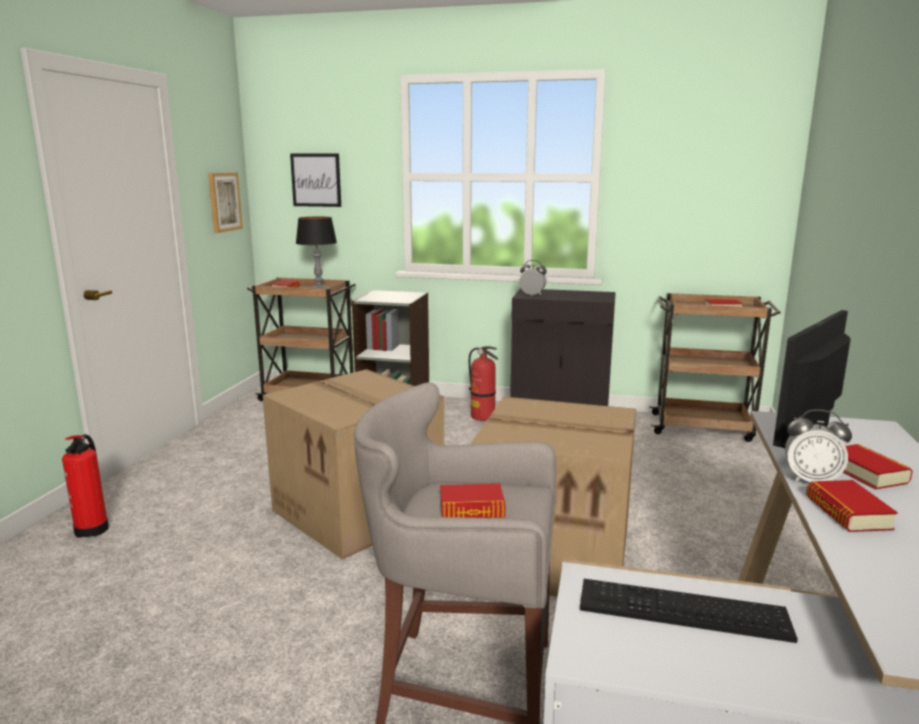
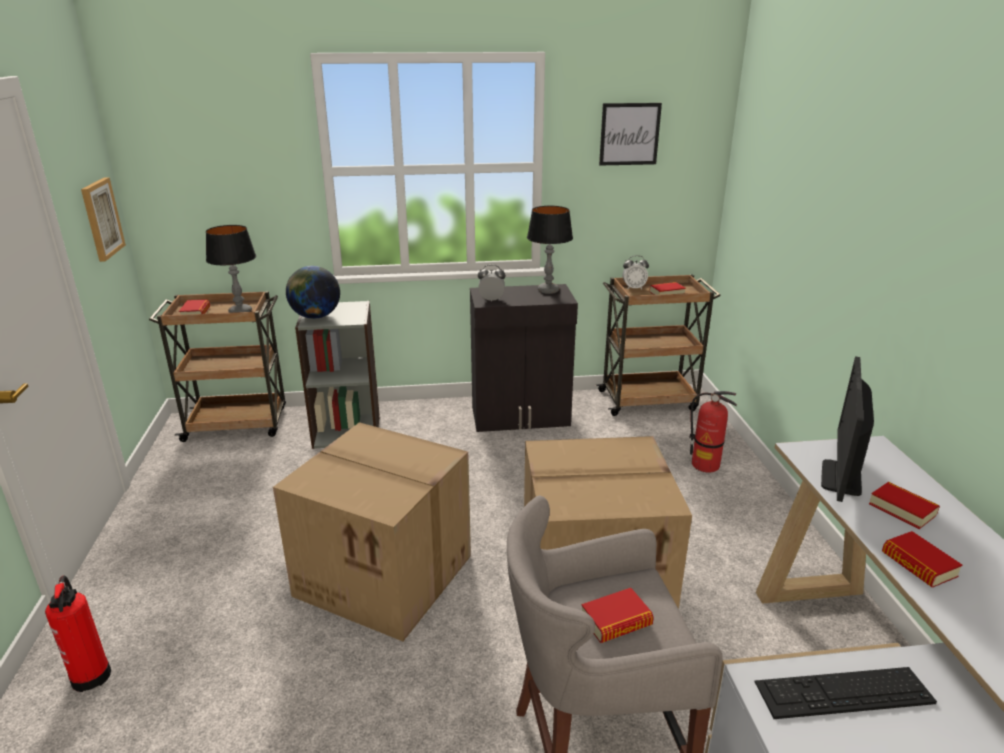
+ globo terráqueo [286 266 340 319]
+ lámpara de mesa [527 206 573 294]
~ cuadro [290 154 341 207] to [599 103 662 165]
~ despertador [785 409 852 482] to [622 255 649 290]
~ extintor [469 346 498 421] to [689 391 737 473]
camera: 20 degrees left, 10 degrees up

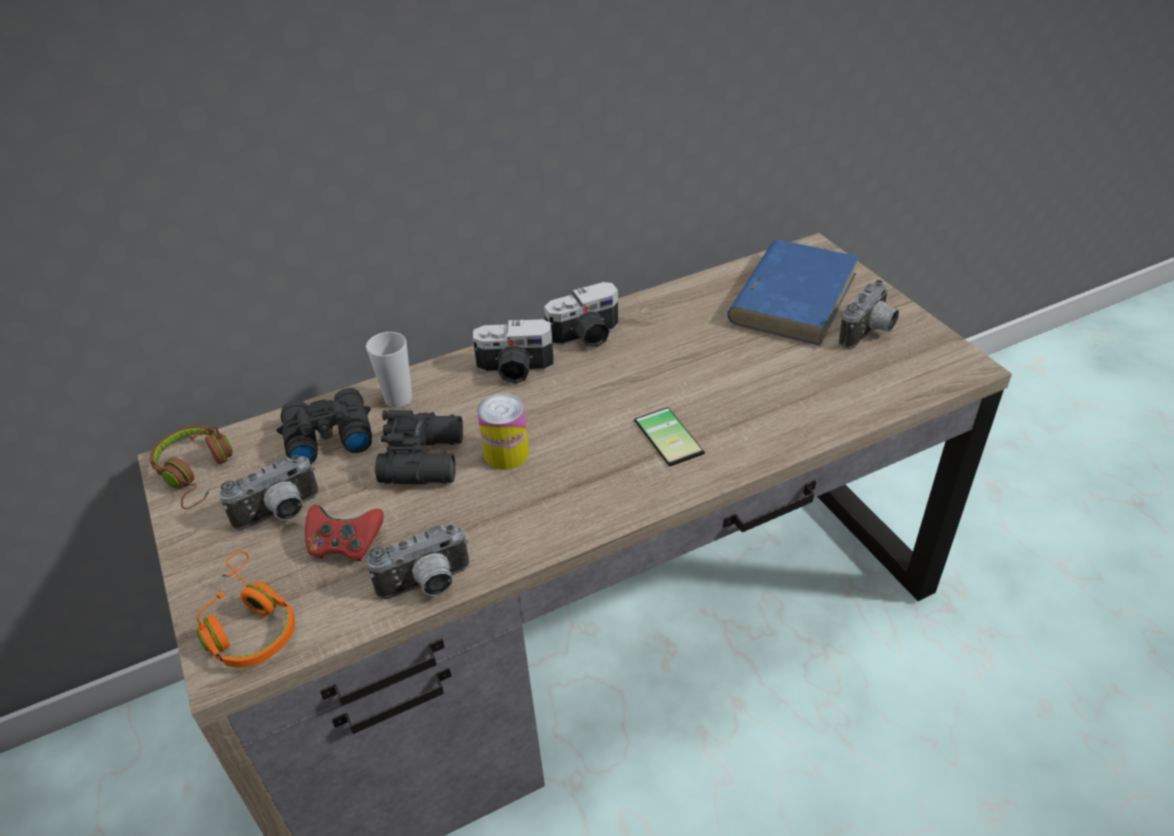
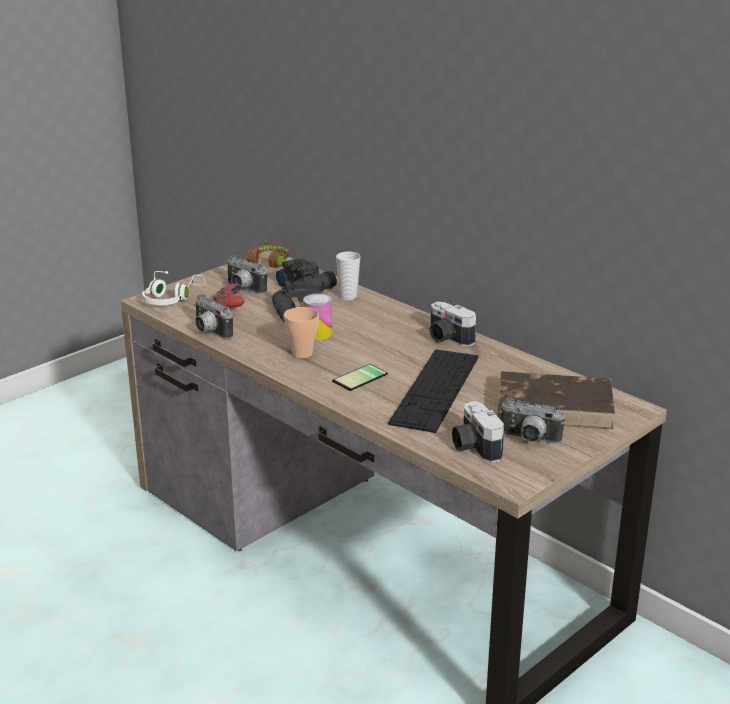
~ auriculares [naranja] [196 551 295 668] to auriculares [blanco] [142 271 206 305]
+ taza [284 307 319 358]
+ teclado [388 349 478 433]
~ cámara [473 319 554 384] to [452 401 504 463]
~ libro [azul] [727 240 859 346] to libro [marrón] [498 371 615 429]
camera: 70 degrees right, 15 degrees down

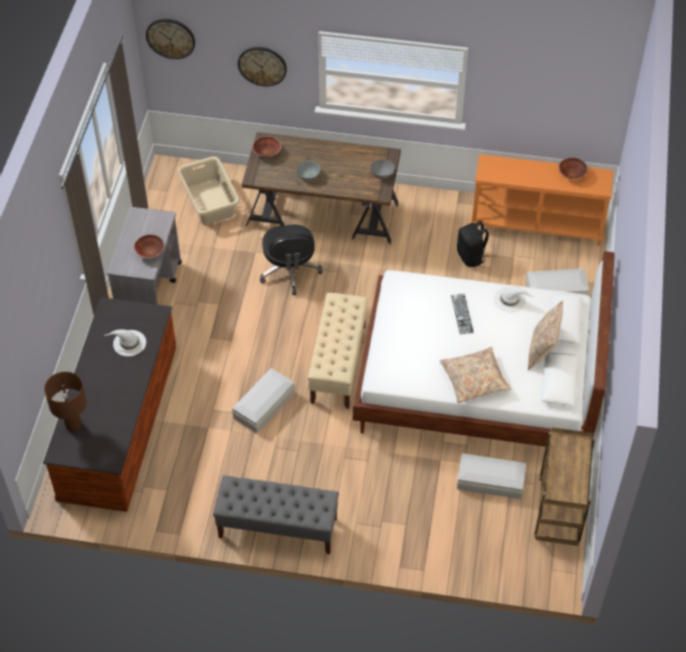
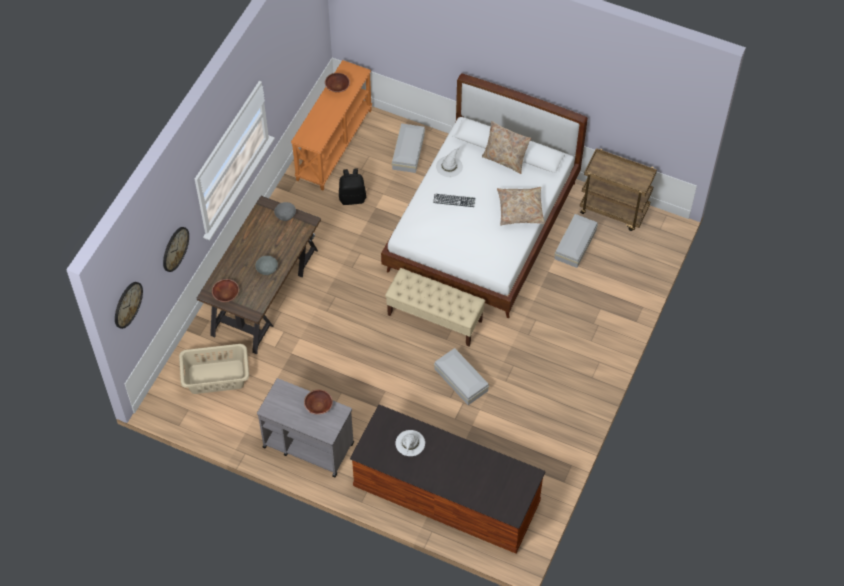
- lámpara de mesa [marrón] [44 372 86 432]
- banco [gris] [213 475 339 554]
- silla de oficina [negro] [260 224 323 295]
camera: 75 degrees left, 5 degrees up

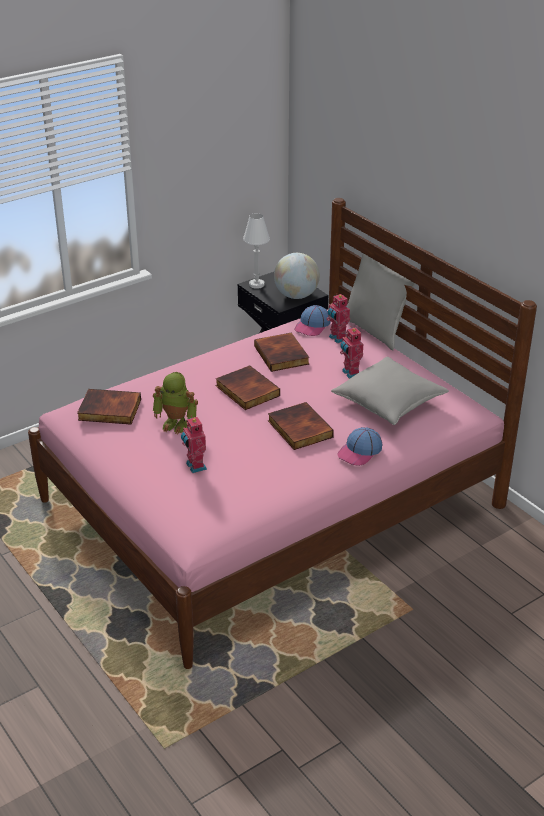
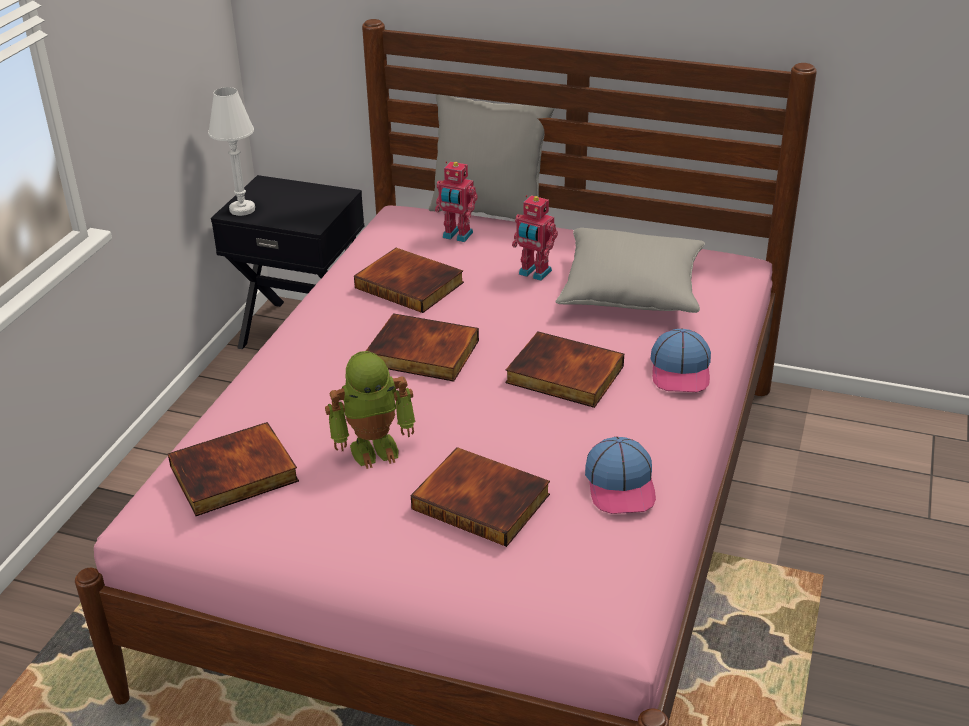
~ robot de juguete [181 416 207 473] to libro [411 447 550 547]
~ gorra [294 305 331 336] to [585 437 656 514]
- globo terráqueo [274 253 320 299]
camera: 35 degrees left, 0 degrees up

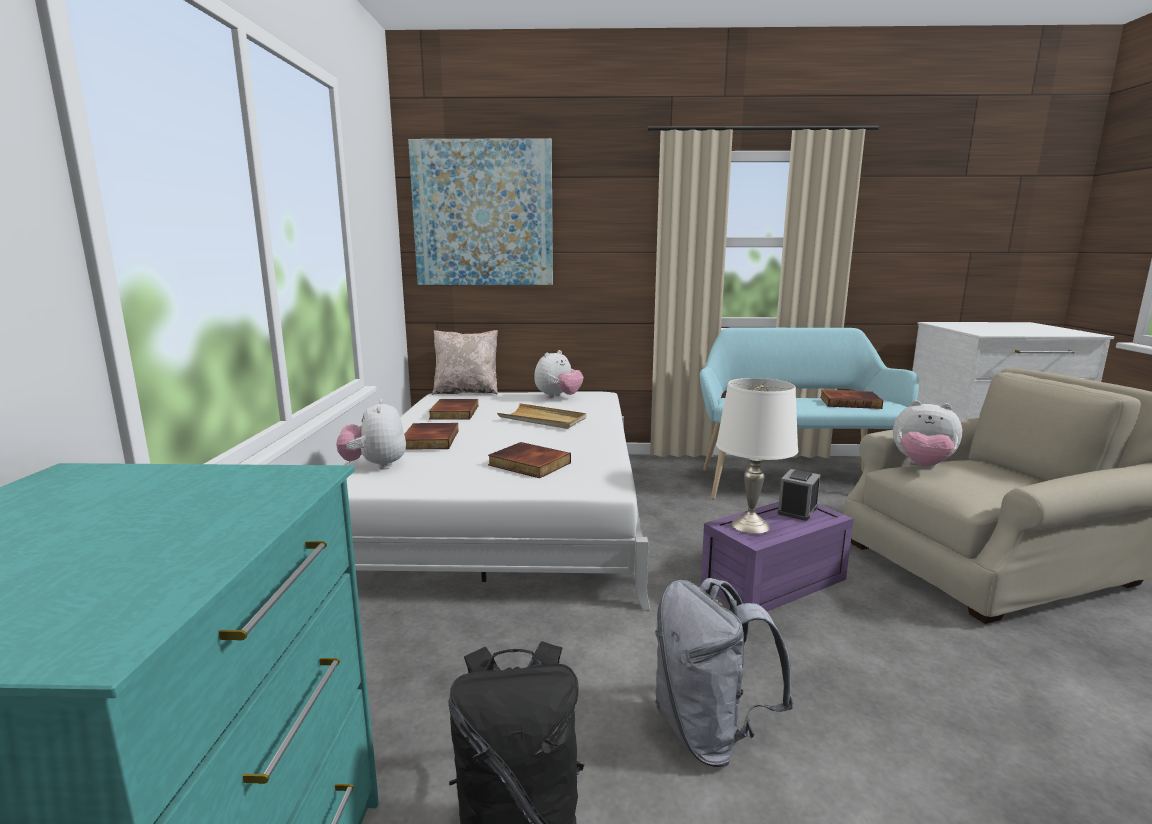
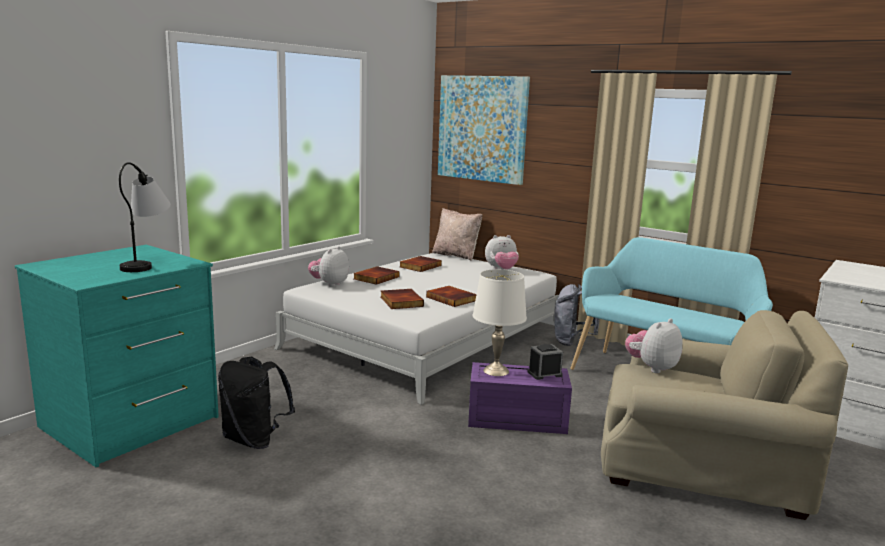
+ lámpara de mesa [119 162 171 272]
~ libro [820 390 883 409] to [426 286 476 307]
~ mochila [gris] [655 578 794 767] to [554 284 599 346]
~ peluche [893 400 962 466] = [625 319 683 373] 75 degrees clockwise
- bandeja [beis] [497 403 586 429]
camera: 35 degrees right, 0 degrees up

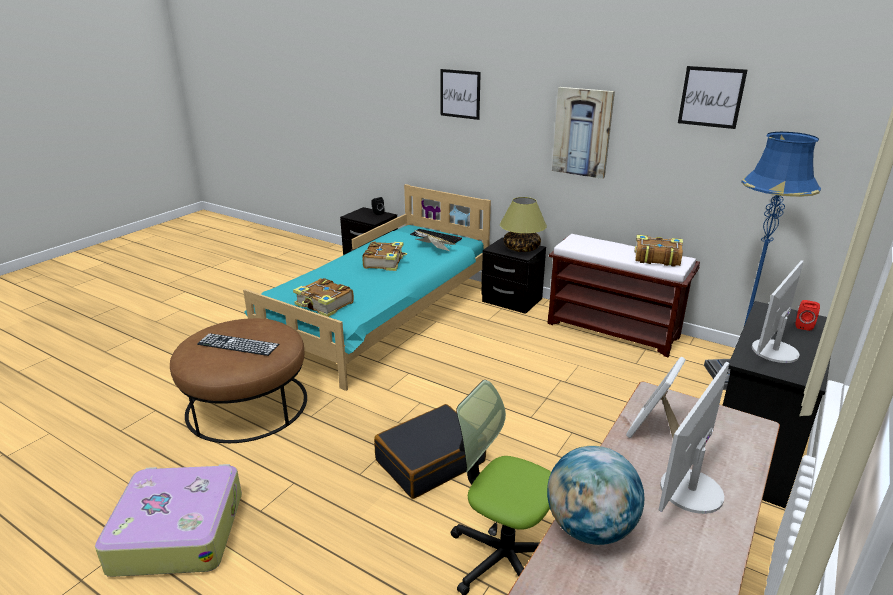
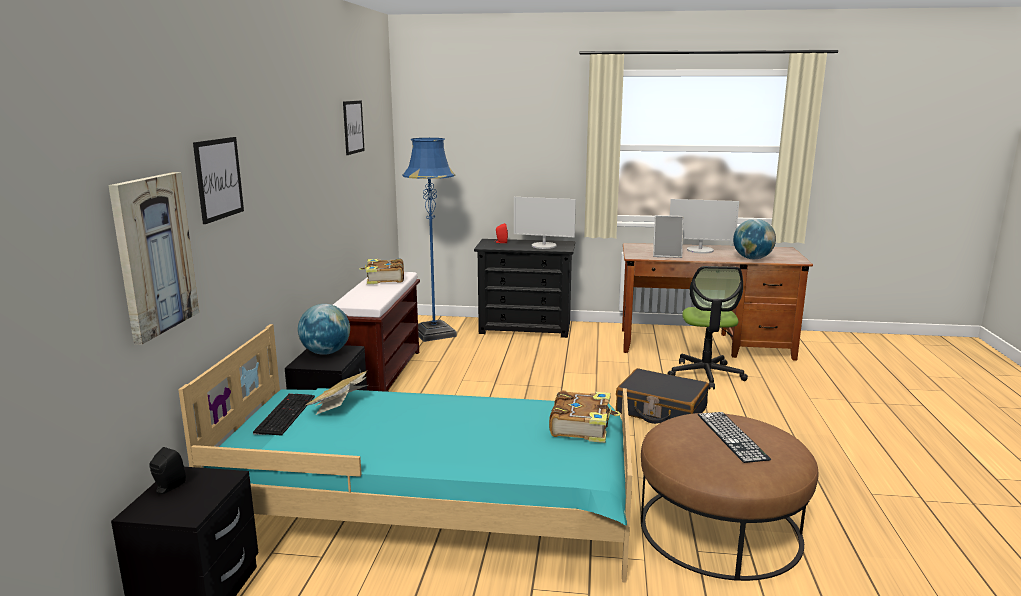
~ cuadro [552 87 615 179] to [108 172 199 345]
~ lámpara de mesa [500 197 547 252] to globo terráqueo [298 304 350 355]
- maleta [95 464 242 577]
- libro [362 242 407 271]
camera: 115 degrees left, 10 degrees down

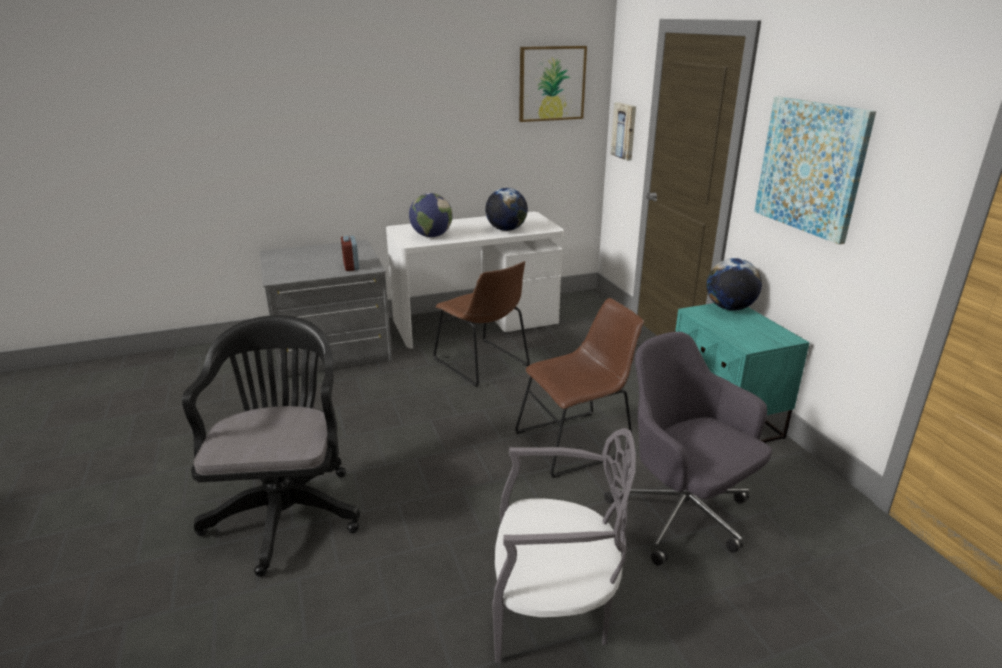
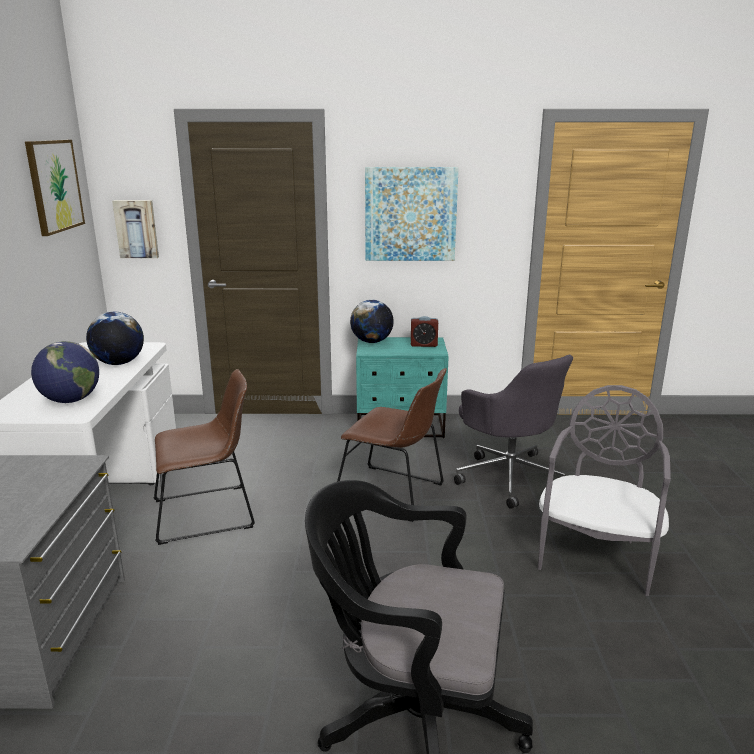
~ silla [marrón] [515 298 644 478] = [337 368 447 522] 120 degrees clockwise
~ despertador [341 236 359 271] to [411 316 438 347]
~ silla de oficina [gris] [604 332 772 566] = [454 355 573 509] 105 degrees counterclockwise
camera: 70 degrees left, 5 degrees down

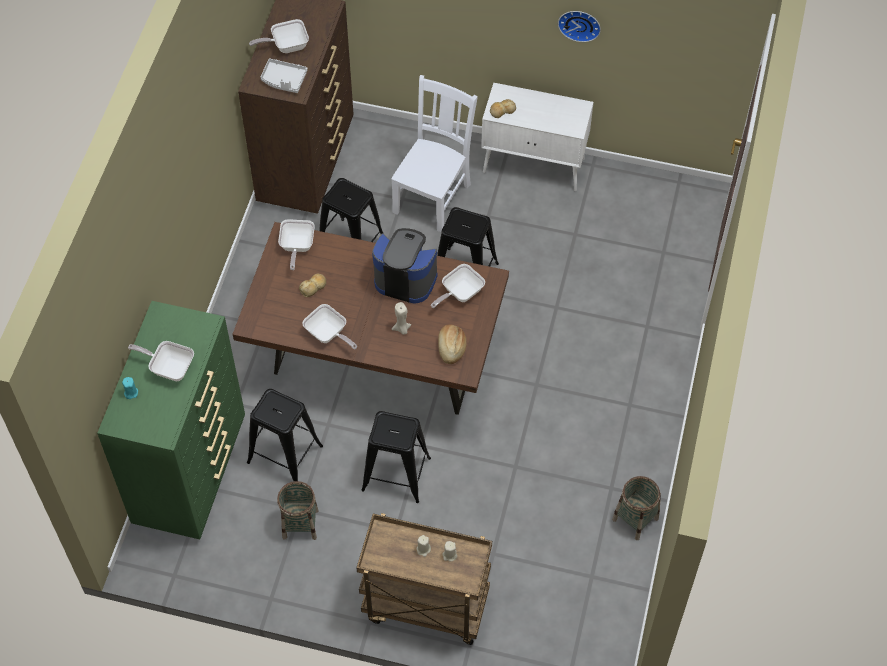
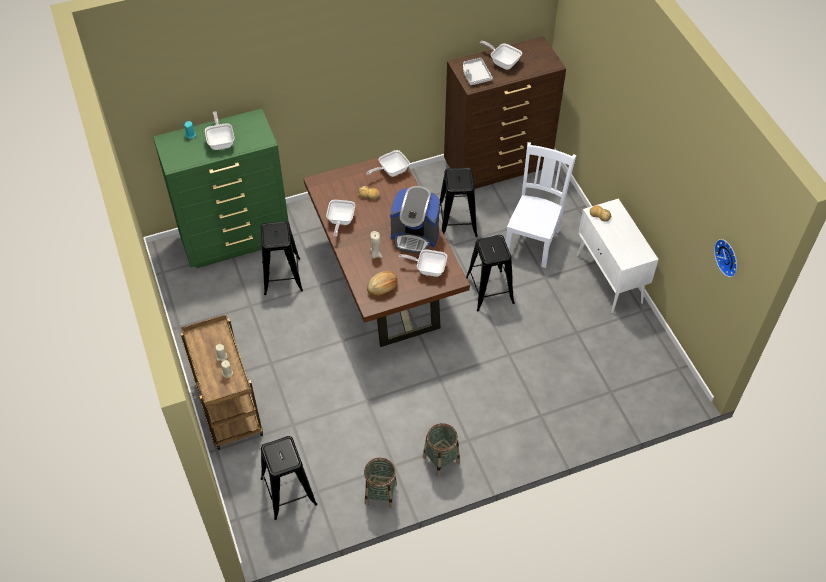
~ taburete [negro] [361 411 431 503] to [260 436 317 520]
~ cafetera [372 228 437 304] = [390 186 440 254] 120 degrees clockwise
~ cesta [277 481 318 540] to [423 423 460 477]
~ silla [blanco] [391 75 478 232] = [506 142 576 268] 60 degrees counterclockwise
~ reloj de pared [558 11 601 42] to [714 239 737 277]
camera: 55 degrees right, 5 degrees down

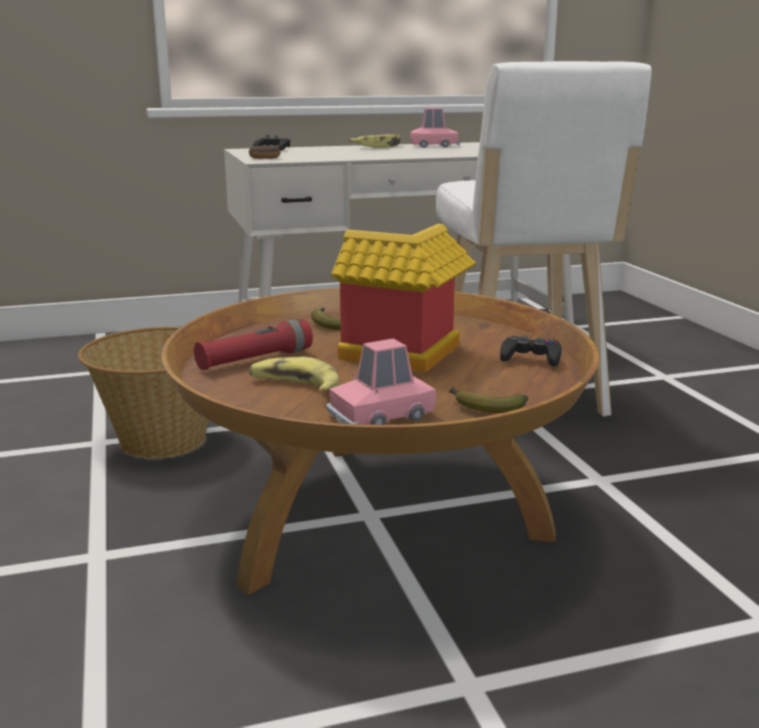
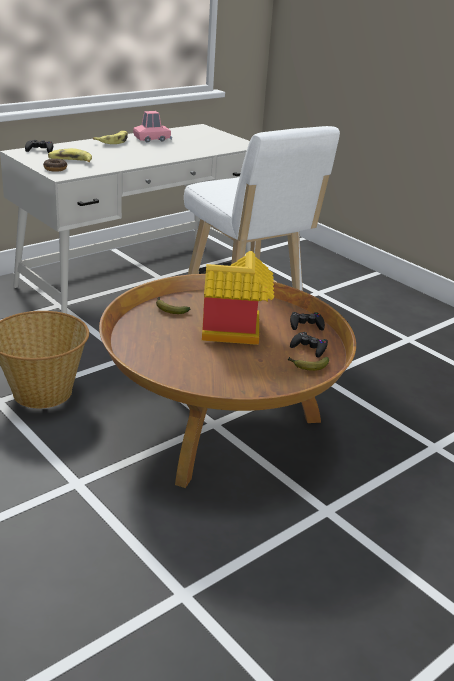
~ plátano [249 357 339 394] to [48 148 92 162]
+ mando de consola [negro] [290 332 328 358]
- linterna [rojo] [194 319 313 370]
- coche de juguete [rosa] [326 339 436 425]
camera: 25 degrees left, 10 degrees up

